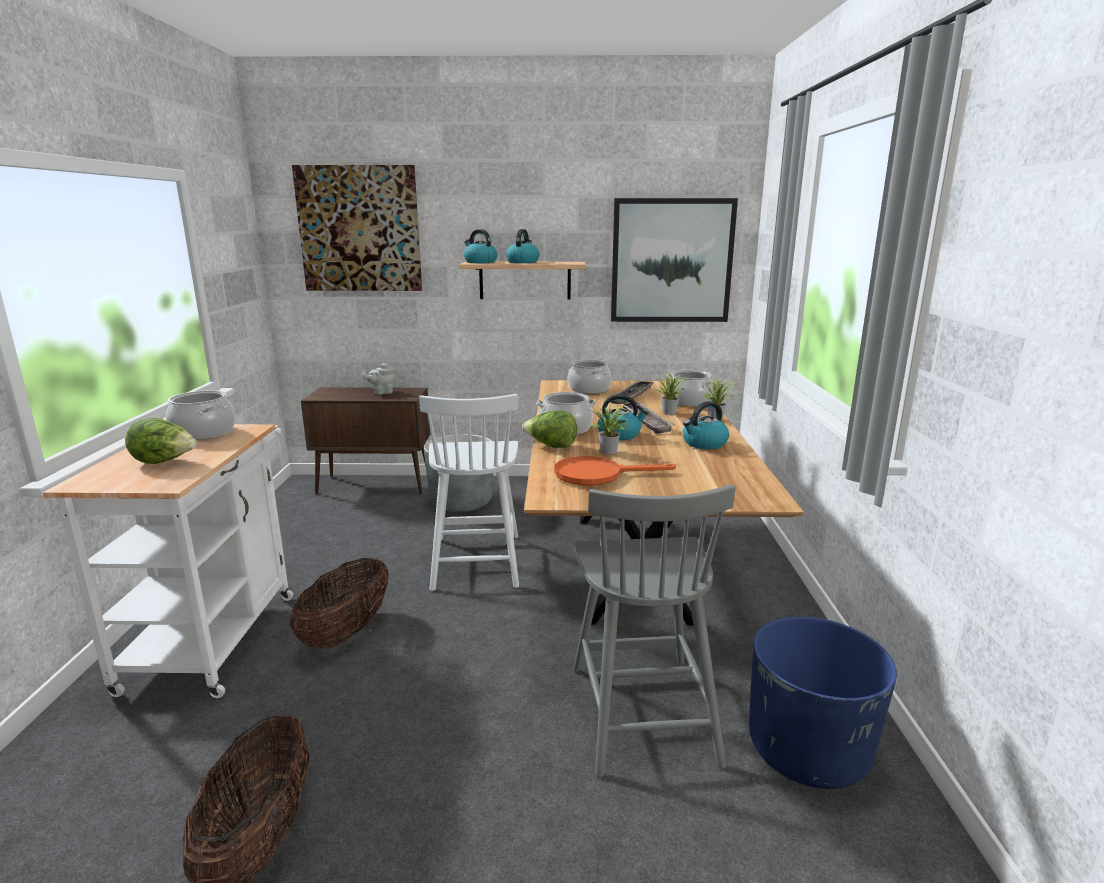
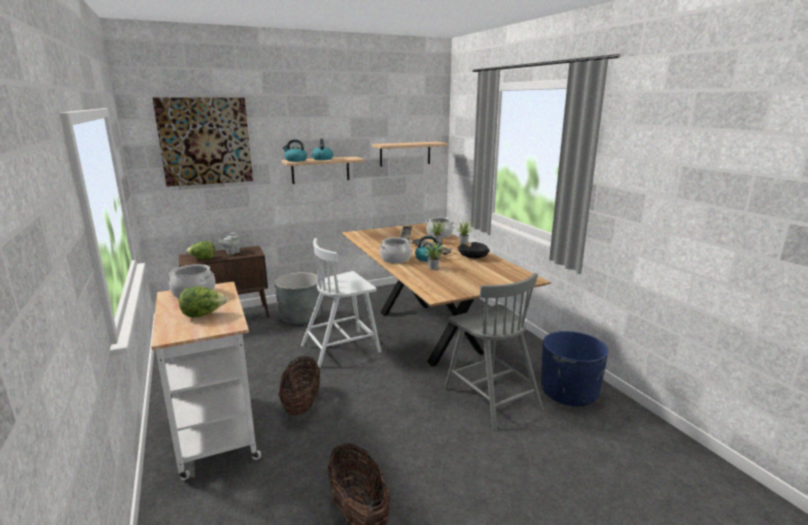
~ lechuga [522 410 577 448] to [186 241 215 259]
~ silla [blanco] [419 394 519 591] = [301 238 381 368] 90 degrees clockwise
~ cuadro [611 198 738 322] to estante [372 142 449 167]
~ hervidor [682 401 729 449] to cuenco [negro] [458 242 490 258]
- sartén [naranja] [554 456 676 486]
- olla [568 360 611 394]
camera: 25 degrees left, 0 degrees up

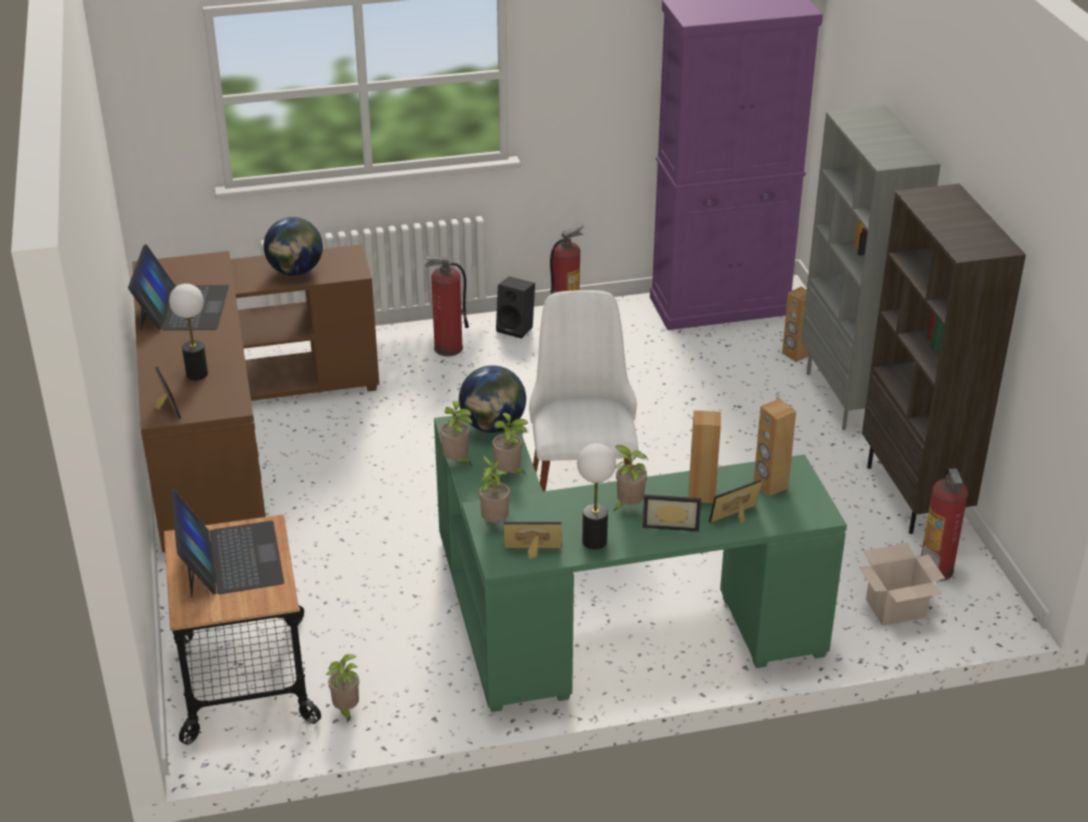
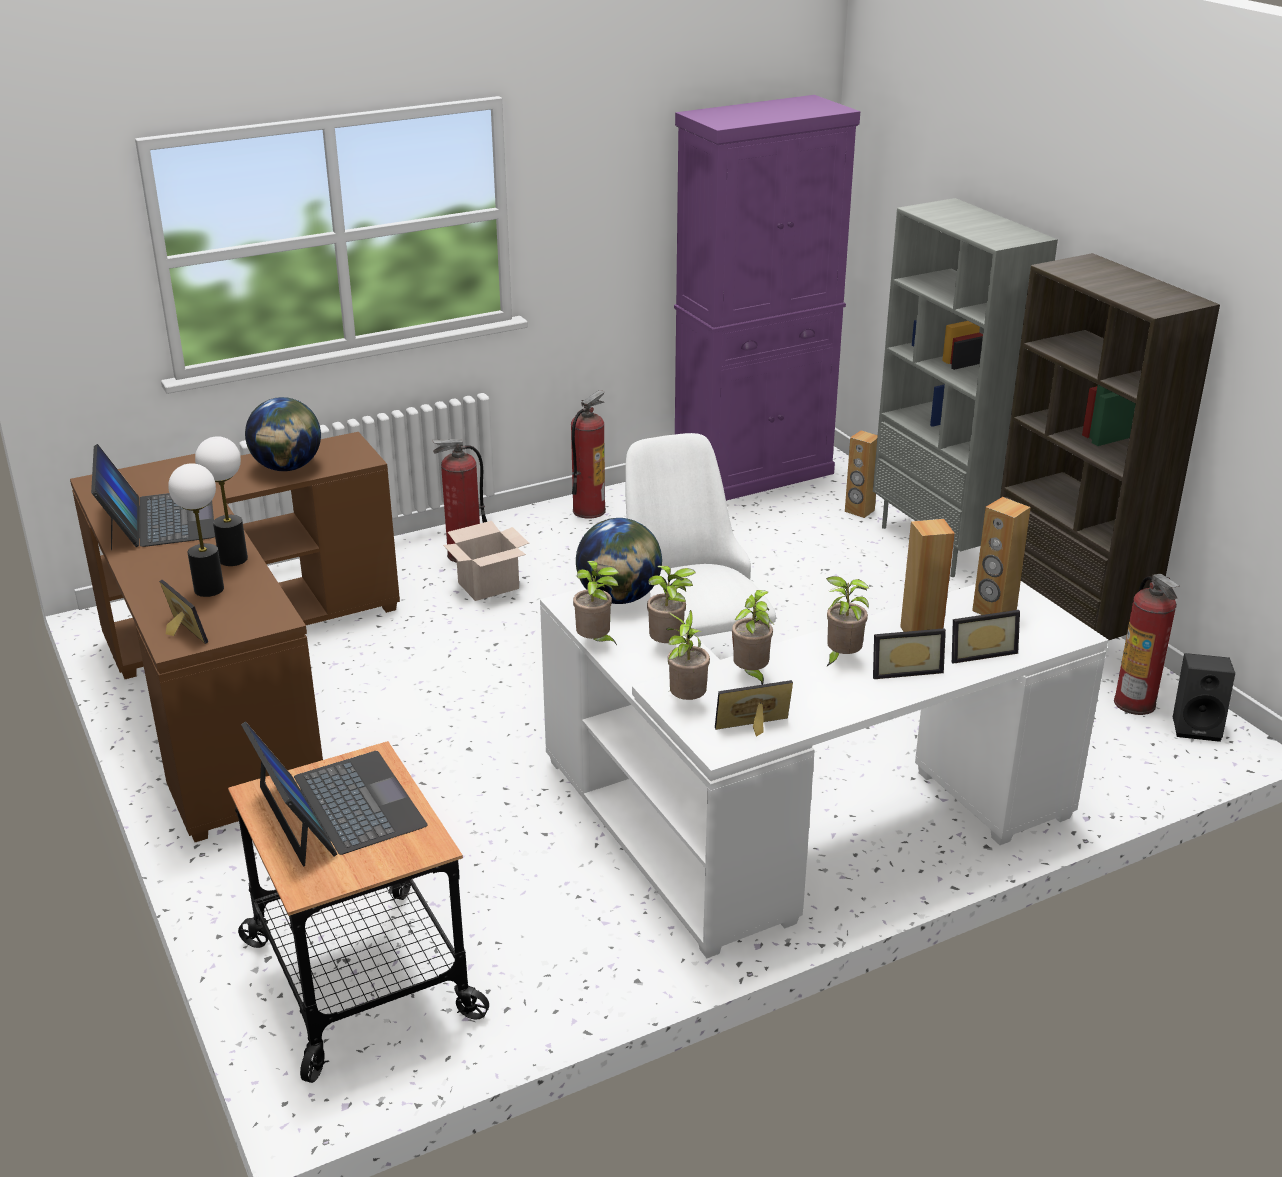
~ lámpara de mesa [577 443 616 550] to [195 436 248 566]
~ caja de cartón [859 543 945 626] to [443 521 529 601]
~ escritorio [verde] [434 415 847 712] to escritorio [blanco] [540 581 1108 958]
~ planta en maceta [326 654 359 723] to [732 590 773 685]
~ portarretratos [709 479 762 524] = [952 610 1020 664] 150 degrees counterclockwise
~ altavoz [negro] [496 277 535 339] to [1173 653 1235 742]
camera: 15 degrees left, 5 degrees down

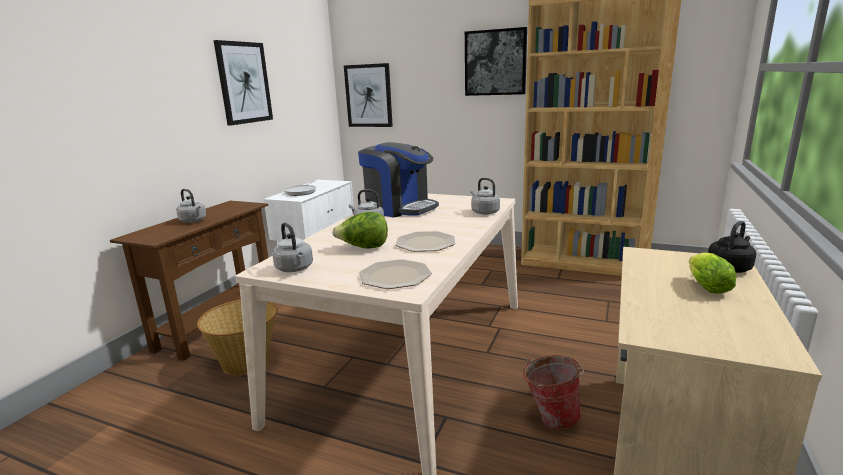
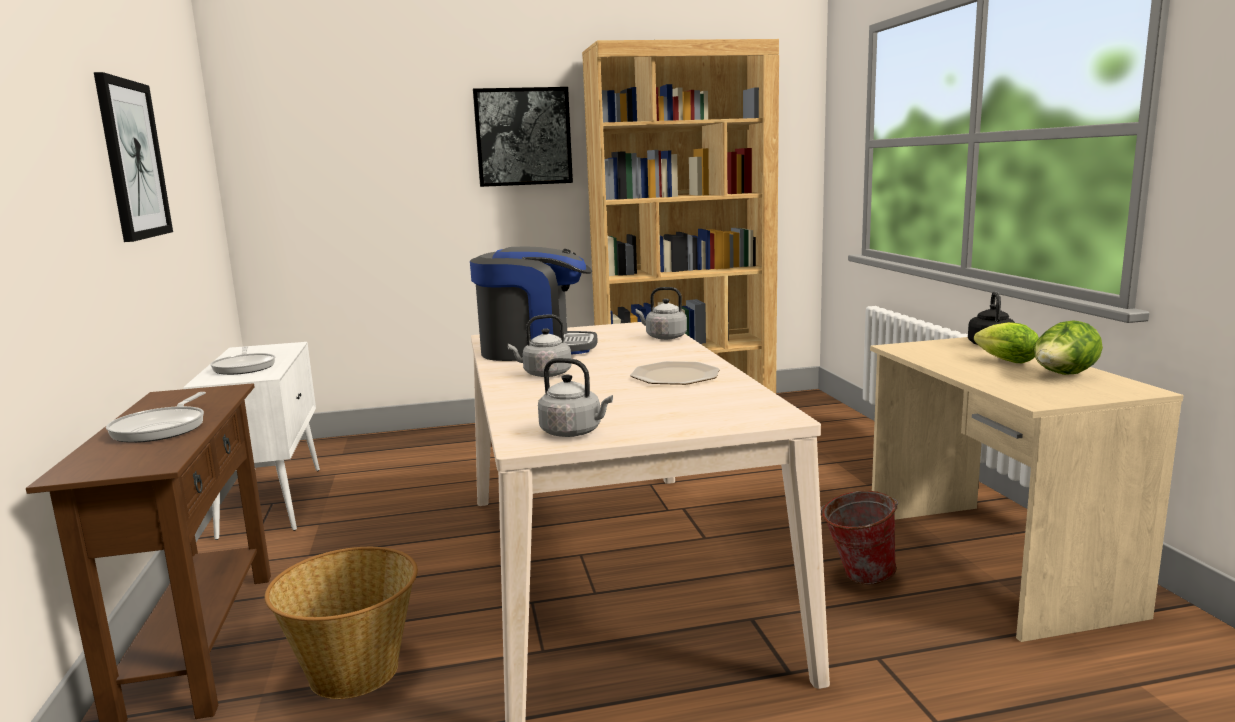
~ hervidor [gris] [176 189 207 223] to sartén [106 392 206 443]
~ lechuga [332 212 388 249] to [1034 320 1103 375]
- cuadro [344 63 393 127]
- plato [359 259 432 289]
camera: 35 degrees left, 5 degrees down

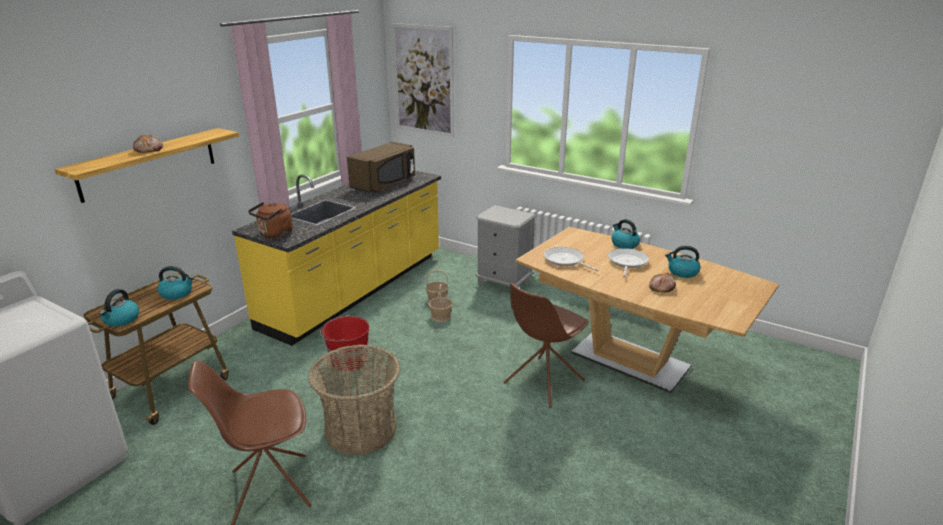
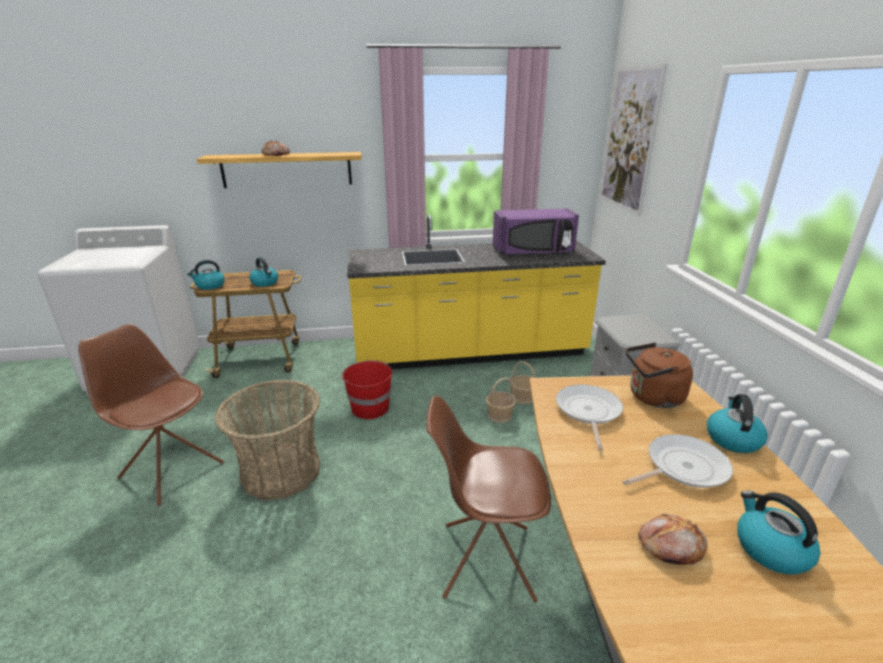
~ microondas [marrón] [347 142 415 192] to microondas [morado] [493 208 579 255]
~ hervidor [marrón] [248 202 293 238] to [626 343 693 408]
camera: 50 degrees right, 0 degrees up

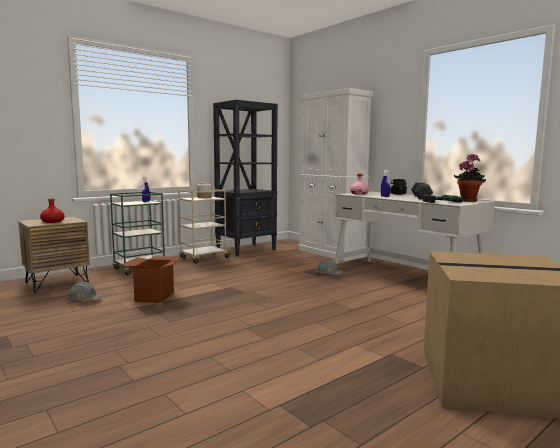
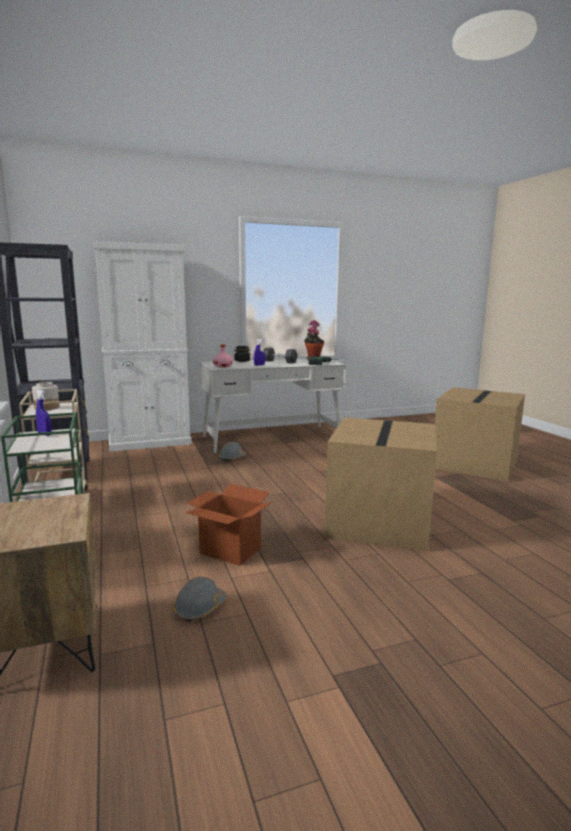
+ caja de cartón [325 417 437 551]
- botella [rojo] [40 198 65 223]
camera: 70 degrees left, 5 degrees up

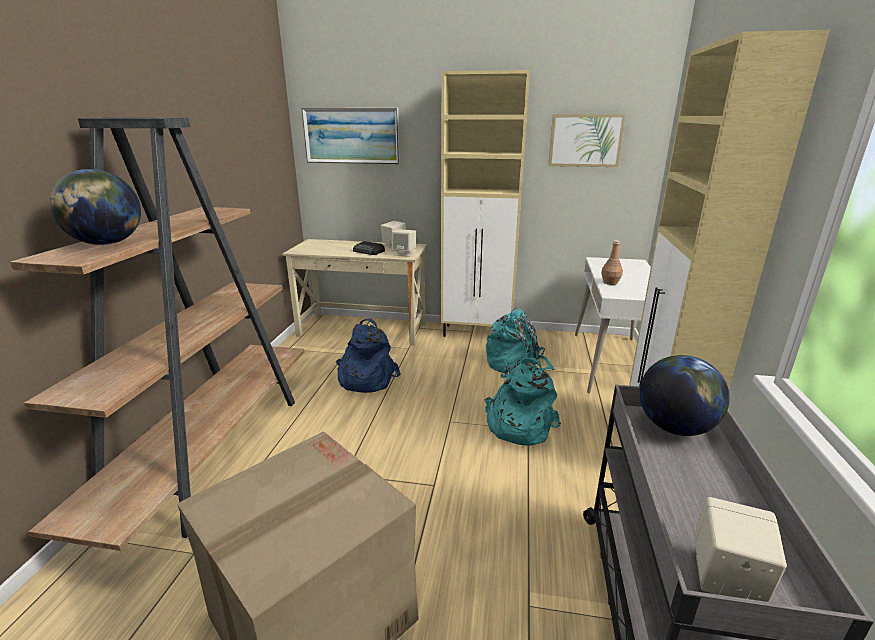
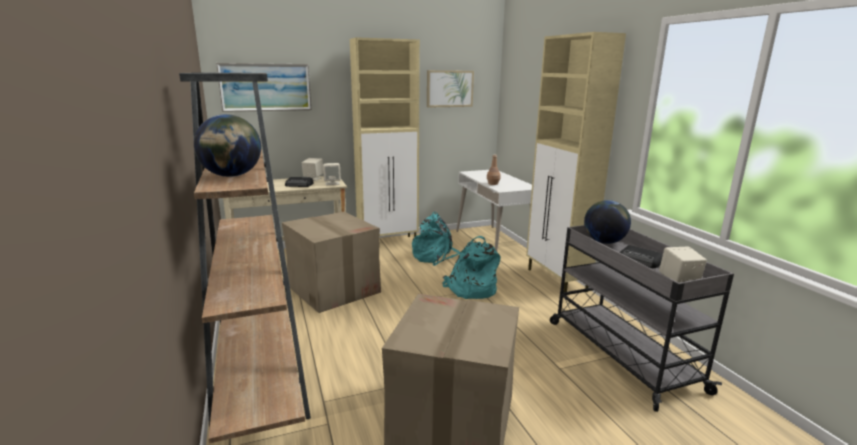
~ mochila [azul] [336 318 401 393] to caja de cartón [282 212 381 313]
+ radio [620 245 663 268]
camera: 30 degrees left, 5 degrees down

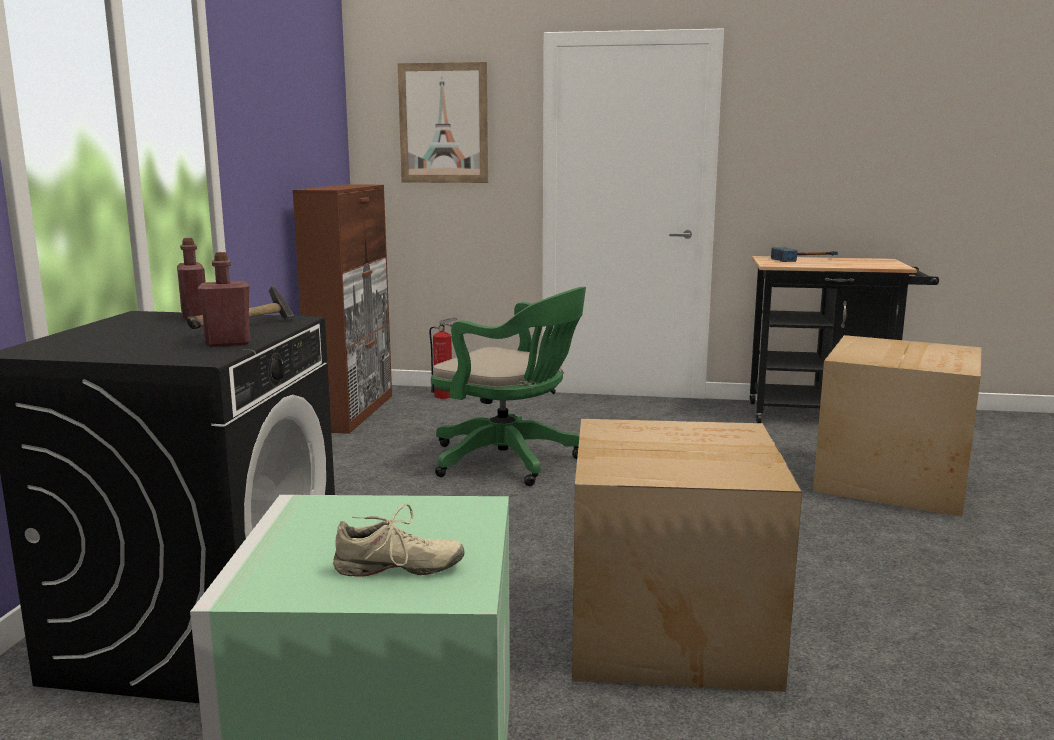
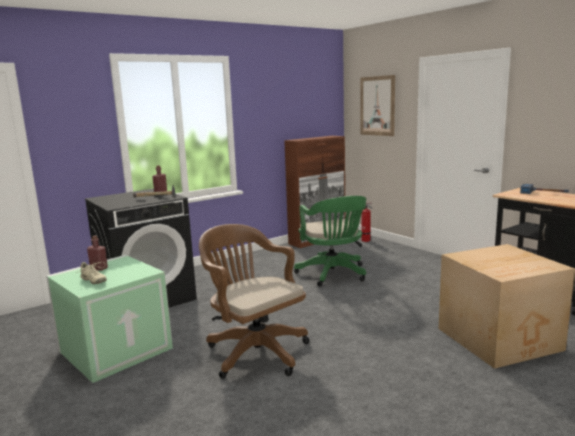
~ botella [rojo] [198 252 251 347] to [87 235 108 271]
~ caja de cartón [572 419 802 692] to silla de oficina [marrón] [199 224 310 379]
camera: 45 degrees right, 0 degrees up

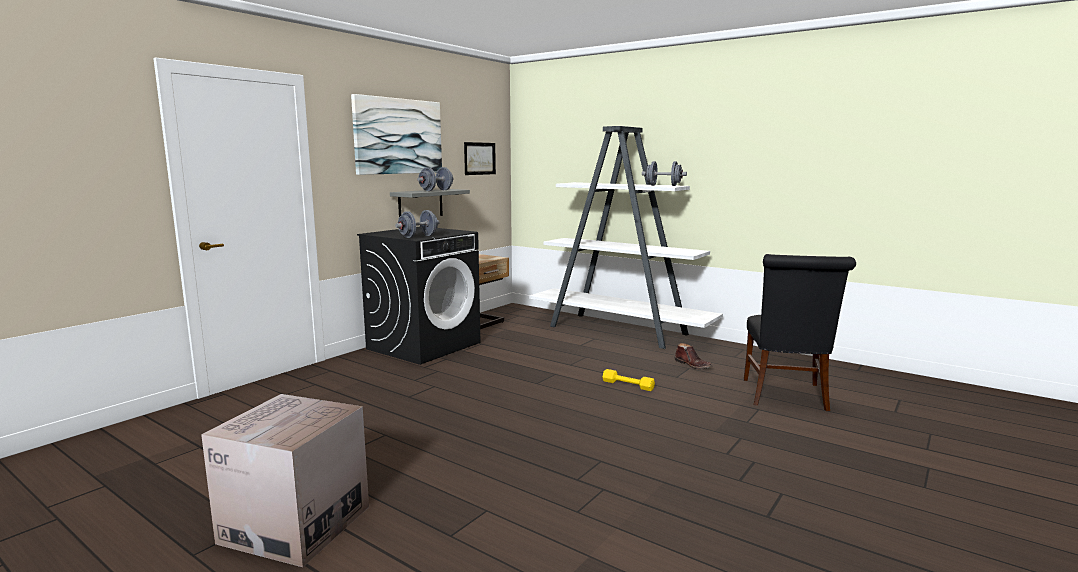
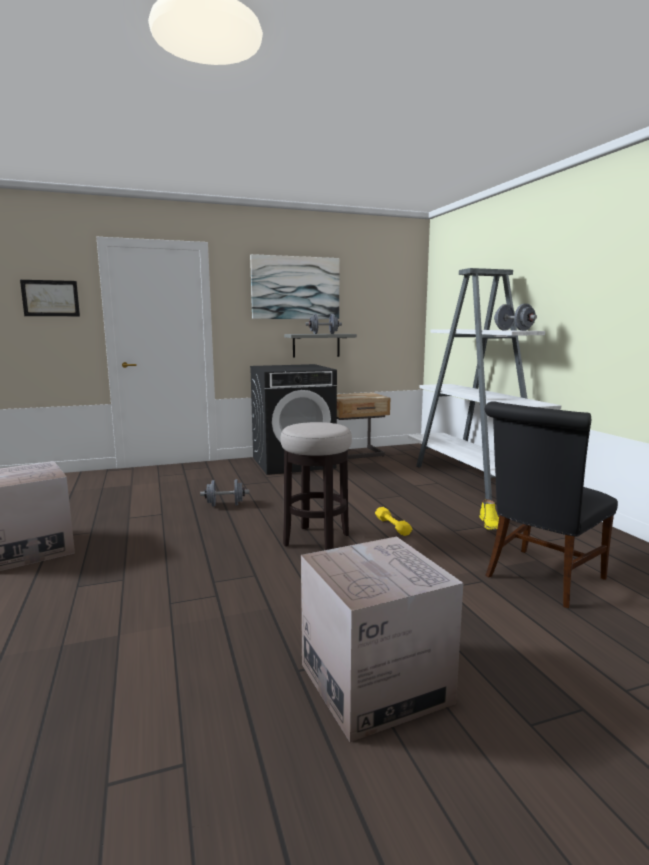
~ cuadro [464 142 496 175] to [20 280 80 316]
~ mancuerna [gris] [395 210 440 238] to [200 479 249 507]
+ taburete [281 422 352 550]
+ caja de cartón [301 537 463 742]
~ bota [marrón] [674 343 713 369] to bota [amarillo] [480 499 499 531]
camera: 35 degrees right, 0 degrees up

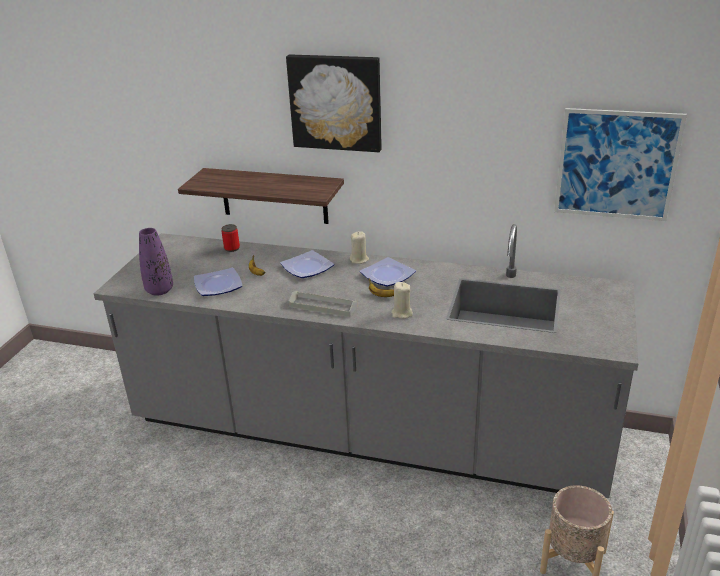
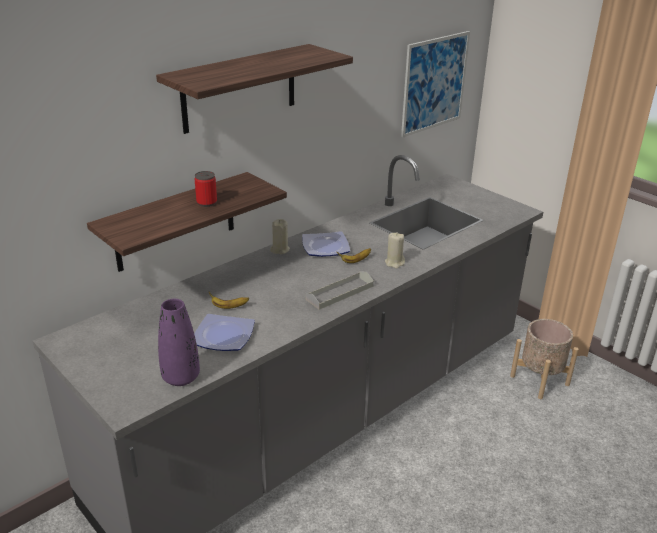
~ cuadro [286 54 382 152] to estante [156 44 353 134]
~ lata [221 224 240 252] to [195 171 217 207]
- plato [280 250 334 278]
camera: 60 degrees left, 0 degrees up

